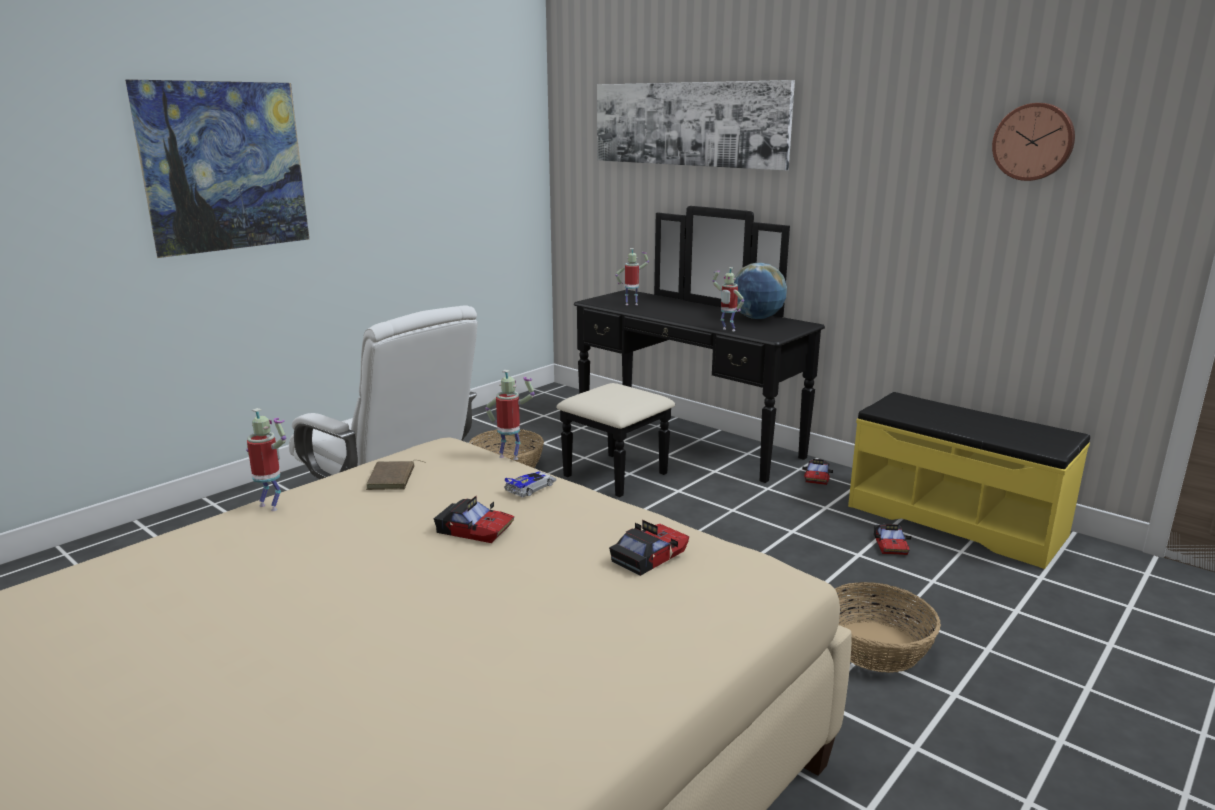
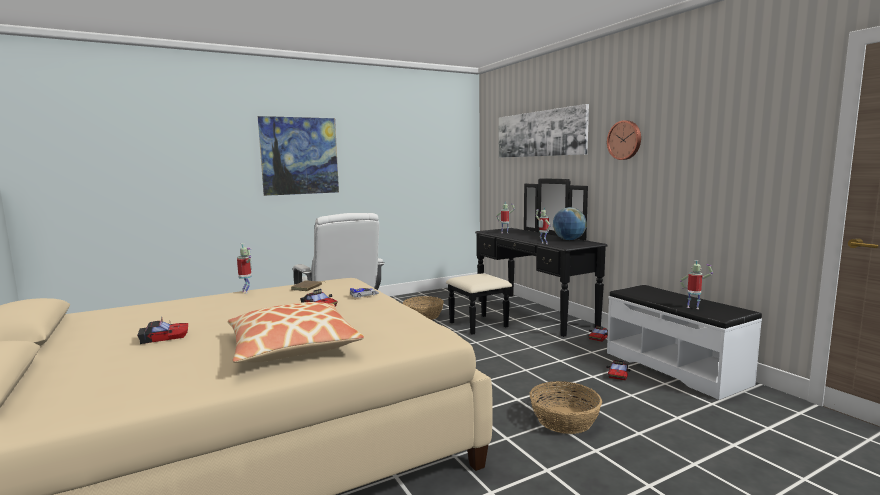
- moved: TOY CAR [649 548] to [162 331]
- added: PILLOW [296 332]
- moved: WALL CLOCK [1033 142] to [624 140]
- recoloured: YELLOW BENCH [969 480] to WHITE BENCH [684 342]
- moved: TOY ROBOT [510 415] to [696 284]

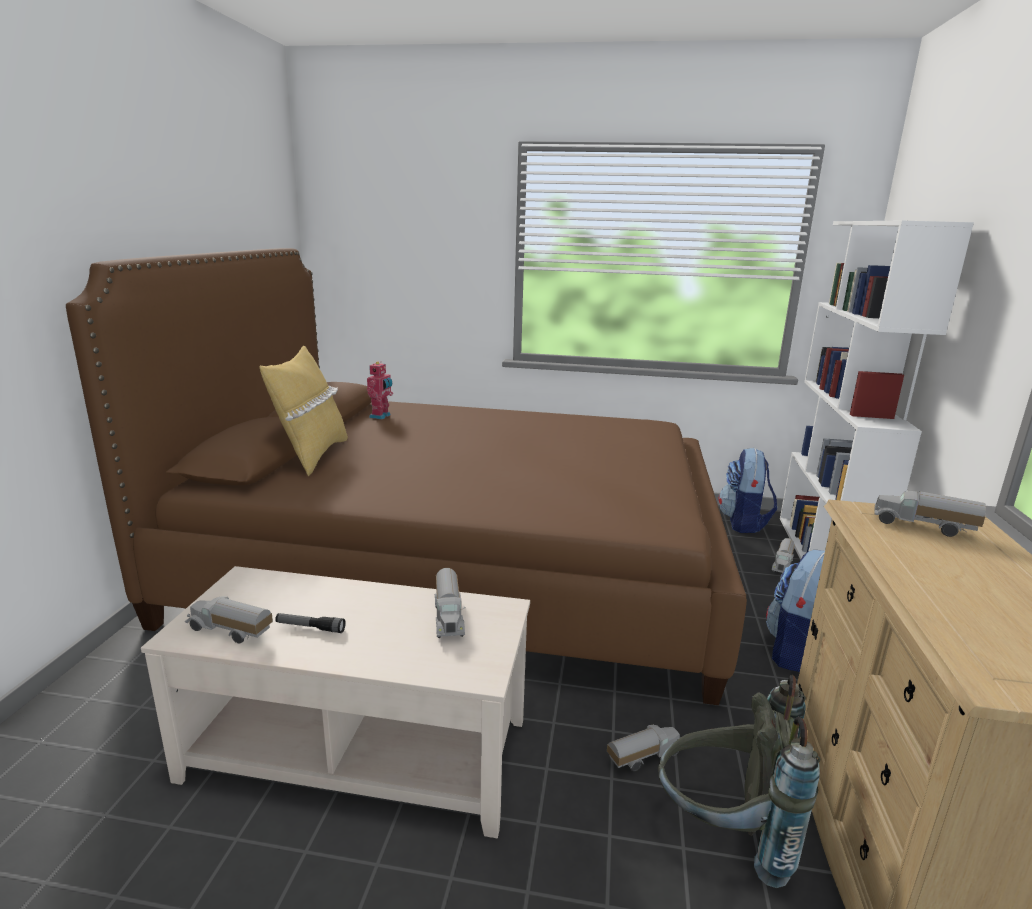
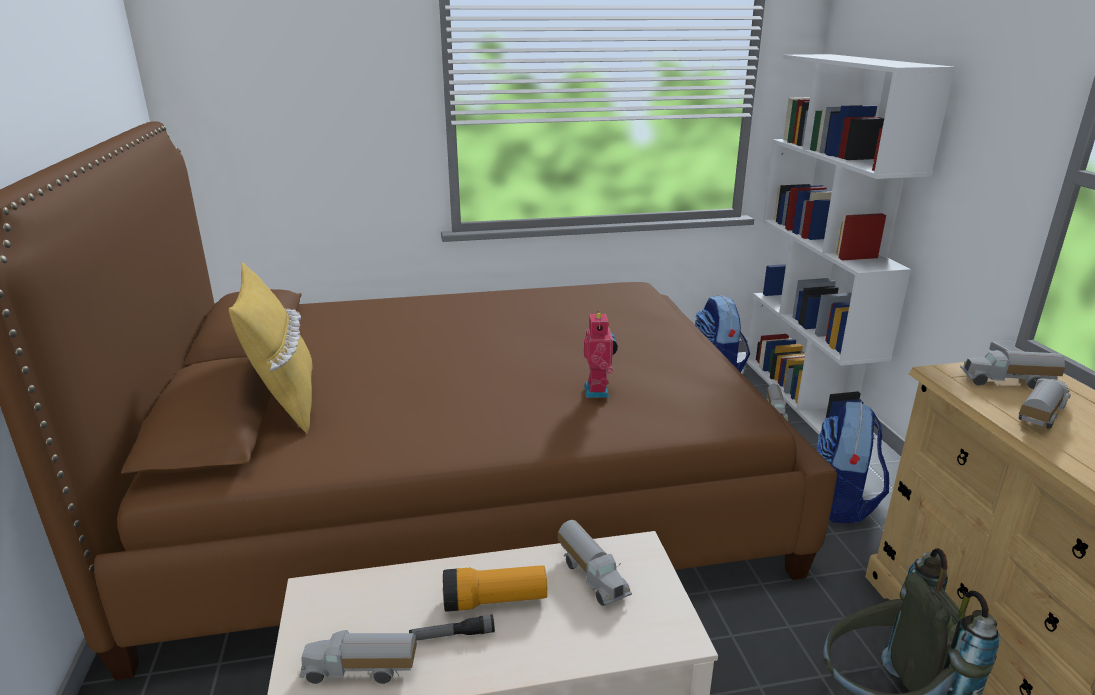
- added: FLASHLIGHT [495 588]
- moved: TOY ROBOT [380 390] to [601 354]
- moved: TOY TRUCK [643 747] to [1045 403]

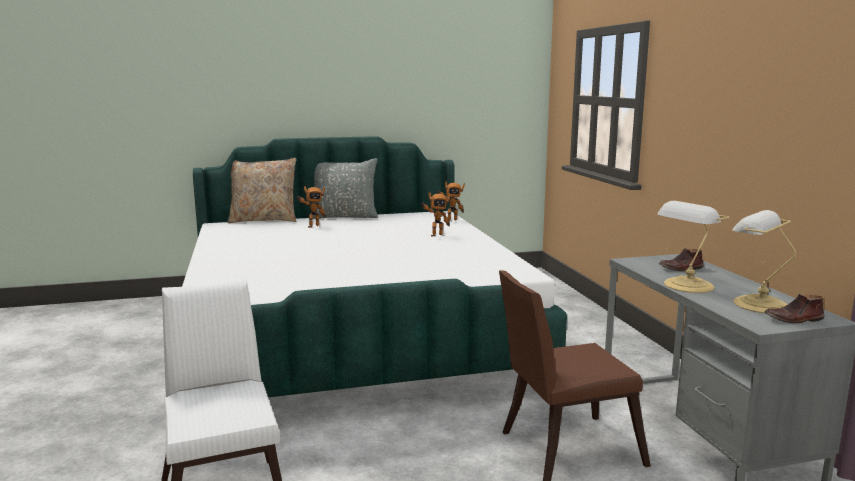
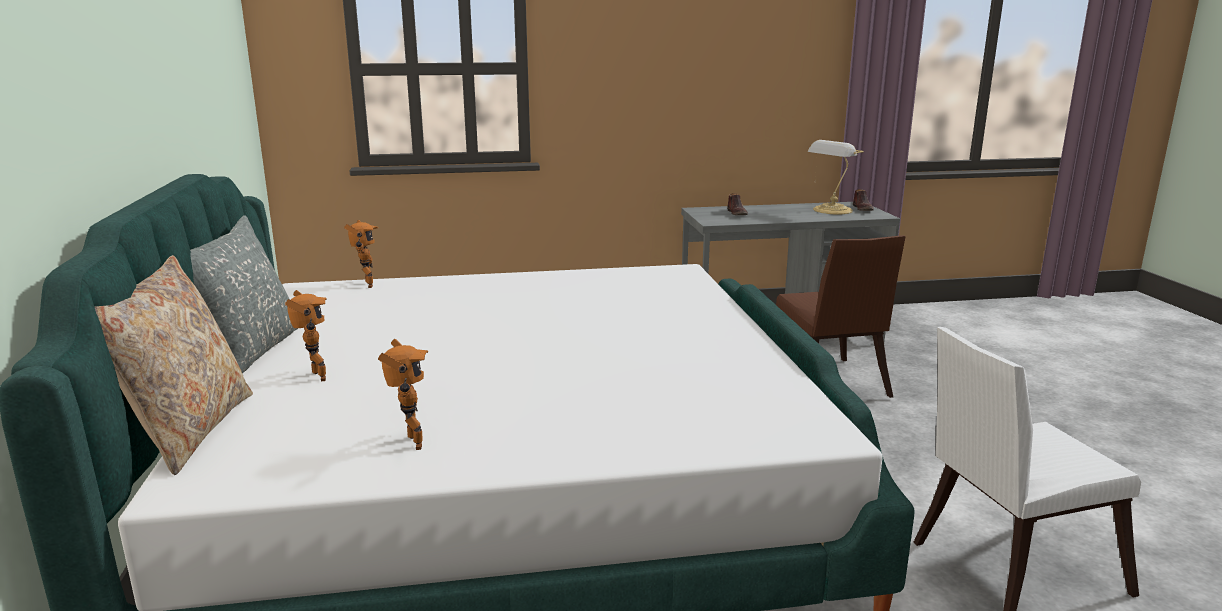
- moved: TOY ROBOT [435 214] to [403 394]
- removed: TABLE LAMP [693 247]

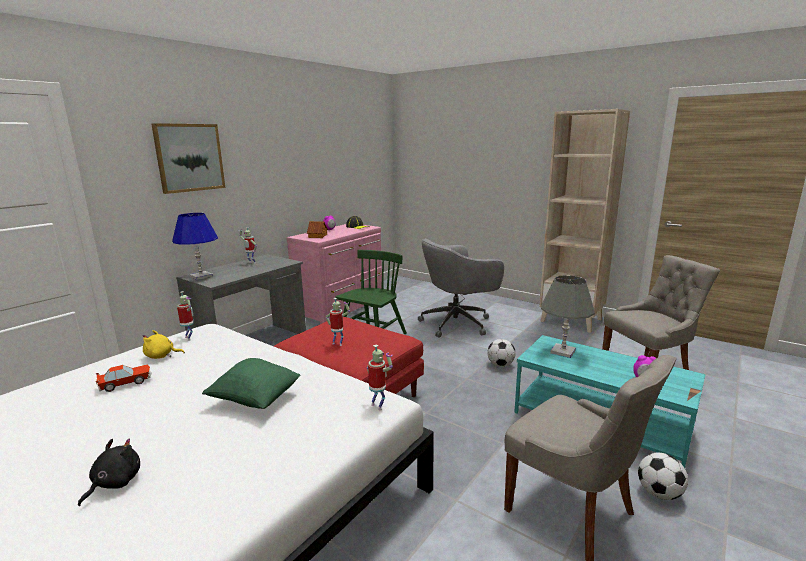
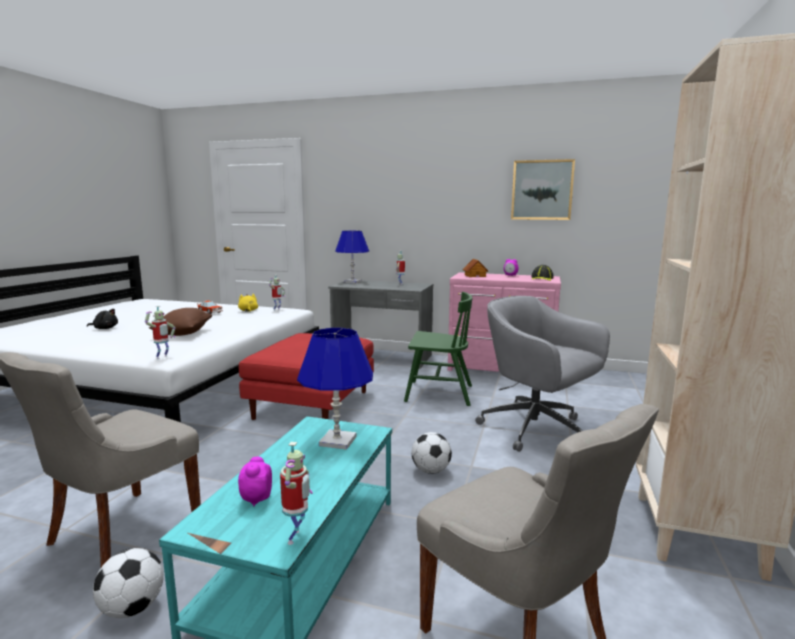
- recoloured: GREEN PILLOW [251 383] to BROWN PILLOW [180 322]
- moved: TOY ROBOT [338 322] to [296 493]
- recoloured: GREY TABLE LAMP [568 316] to BLUE TABLE LAMP [335 389]
- moved: PICTURE [188 158] to [543 189]

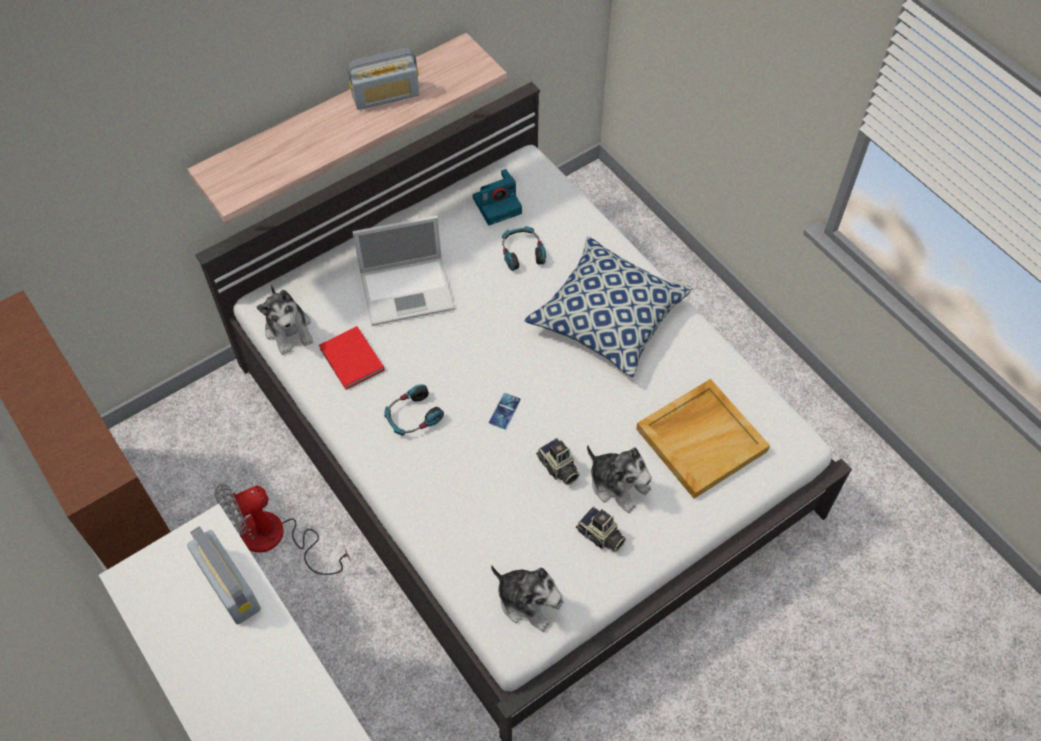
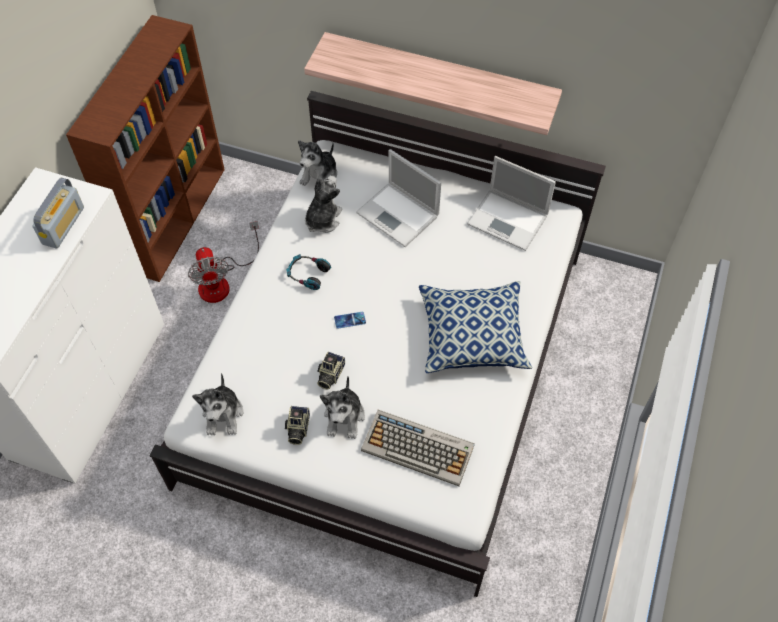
- turned: FAN [282 529] = [223 262] 135 degrees counterclockwise
- replaced: RED BOOK [352 358] to PLUSH TOY [323 204]
- replaced: BEIGE TRAY [703 439] to KEYBOARD [418 448]
- replaced: PHOTO CAMERA [497 197] to LAPTOP [511 203]
- removed: RADIO [384 79]
- removed: HEADPHONES [524 248]

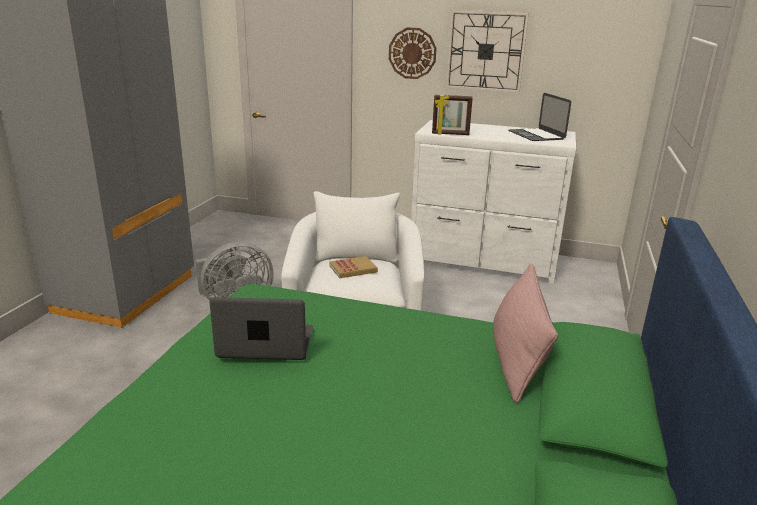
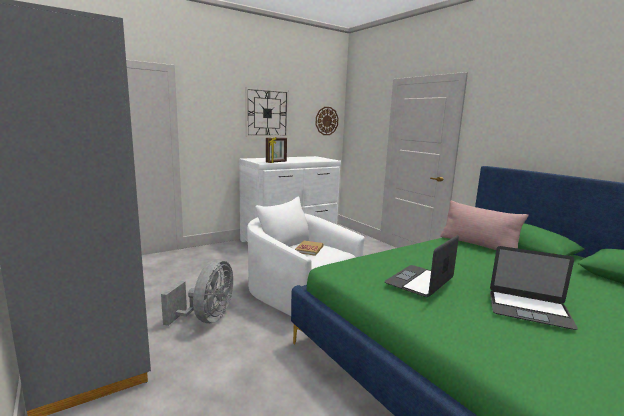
- moved: WALL CLOCK [413 53] to [327 121]
- moved: LAPTOP [539 117] to [534 288]

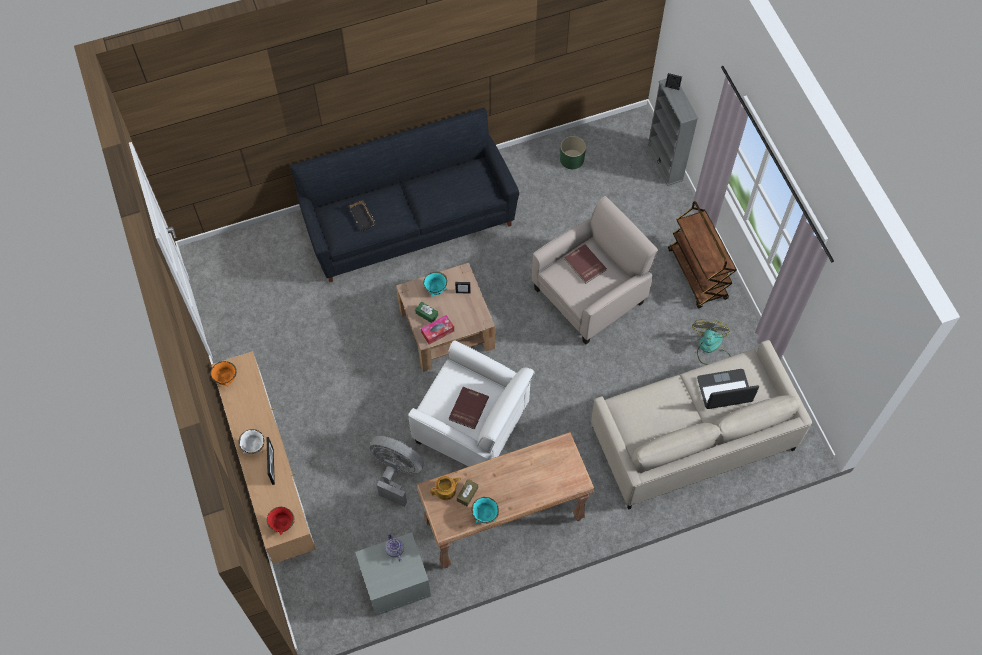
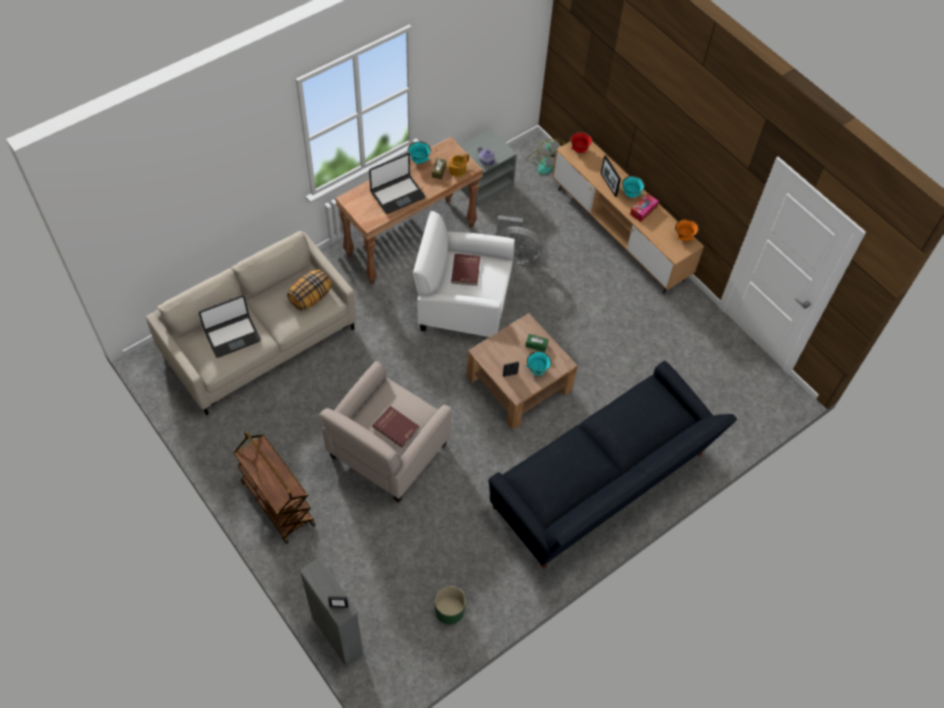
- added: PILLOW [309 290]
- added: LAPTOP [397 183]
- moved: FAN [711 342] to [546 157]
- recoloured: WHITE BOWL [251 441] to TURQUOISE BOWL [633 187]
- moved: TISSUE BOX [437 329] to [644 208]
- removed: BLACK TRAY [362 215]

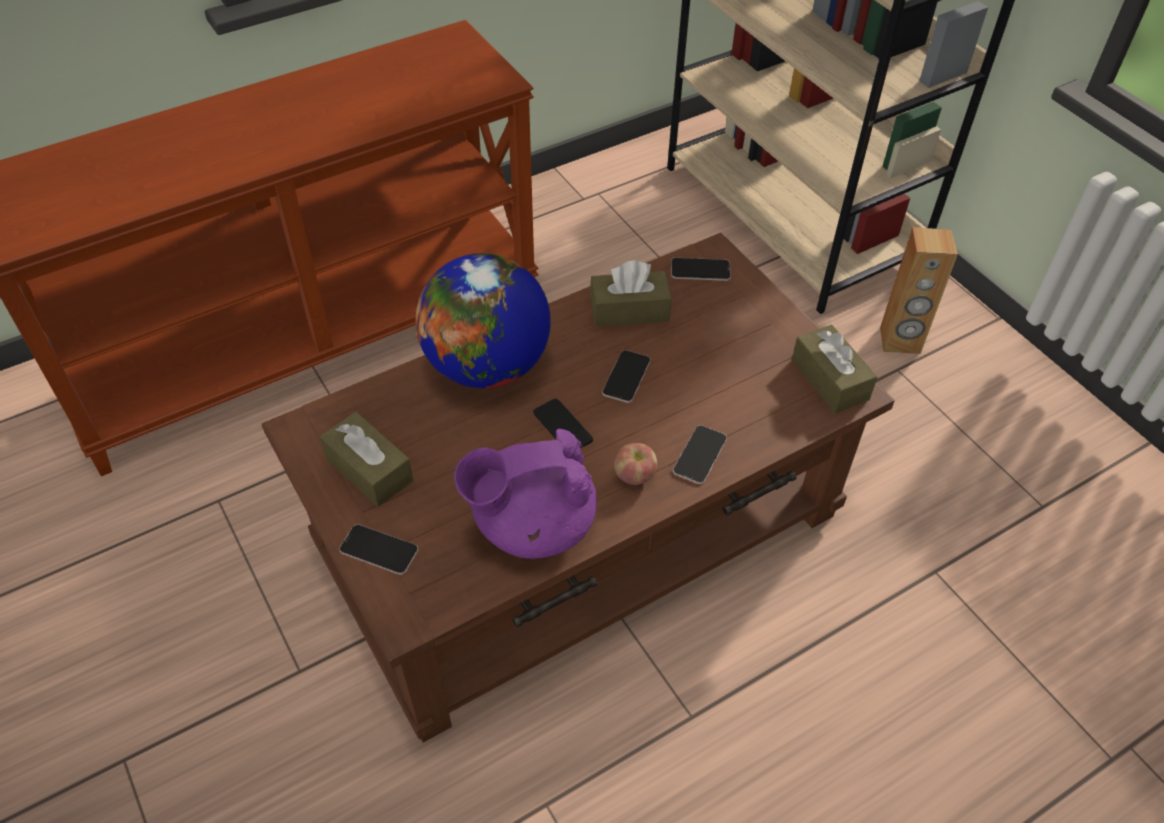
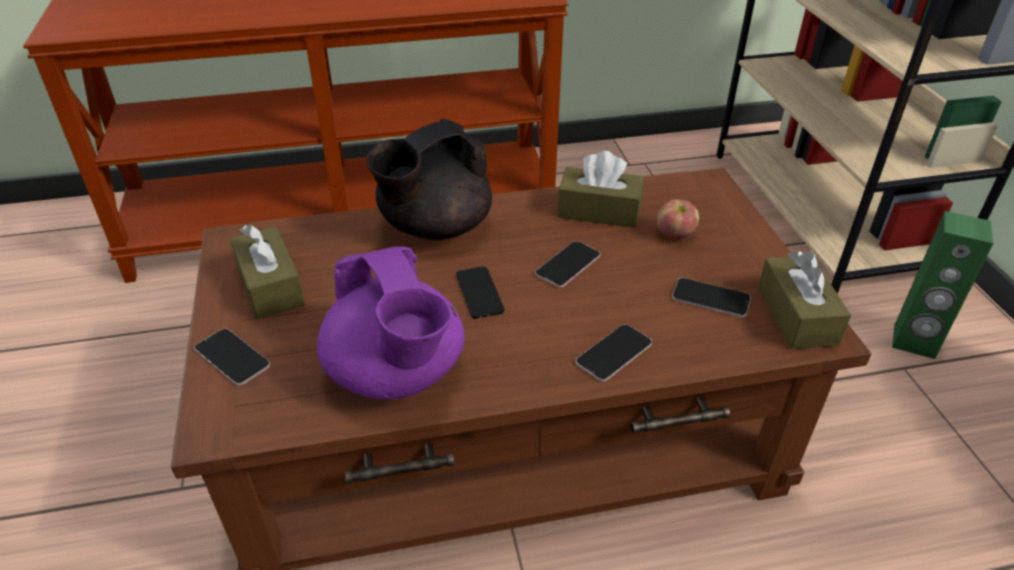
- turned: PURPLE TEAPOT [525 494] = [391 322] 120 degrees counterclockwise
- replaced: GLOBE [483 320] to BLACK TEAPOT [429 179]
- moved: APPLE [635 464] to [678 219]
- moved: PHONE [701 269] to [711 297]
- recoloured: BROWN SPEAKER [919 290] to GREEN SPEAKER [943 285]

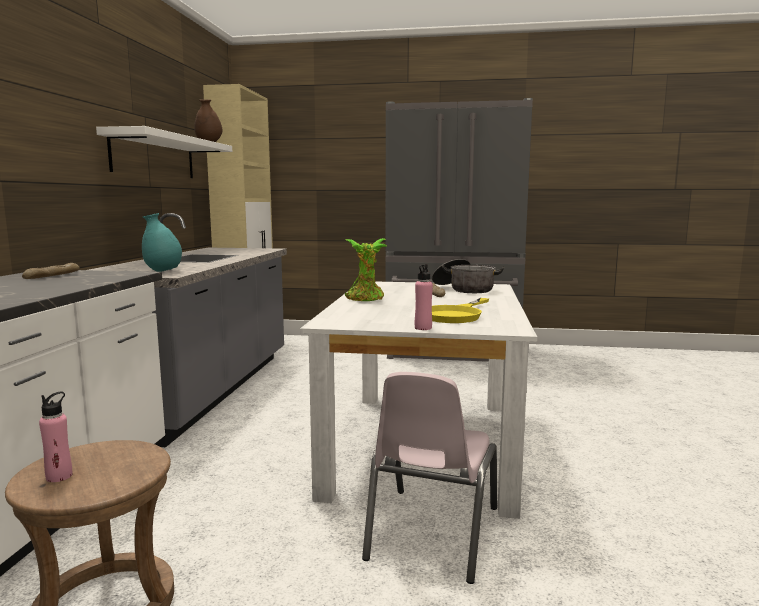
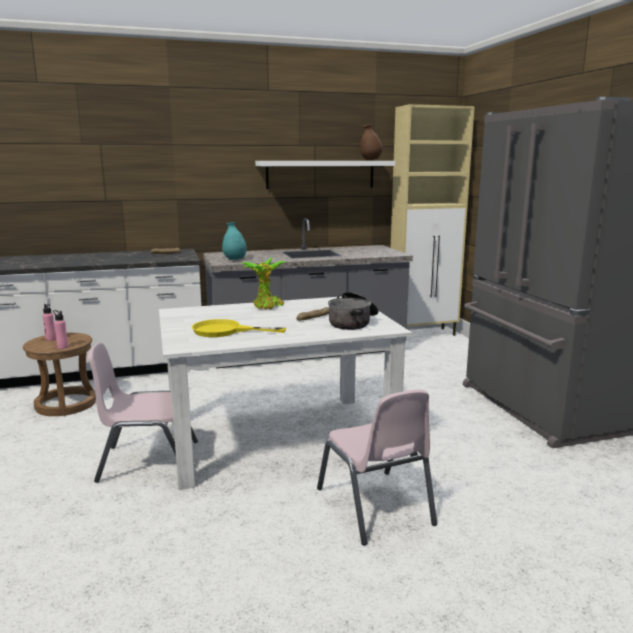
- moved: PINK BOTTLE [424 297] to [60 329]
- added: PINK CHAIR [377 467]

